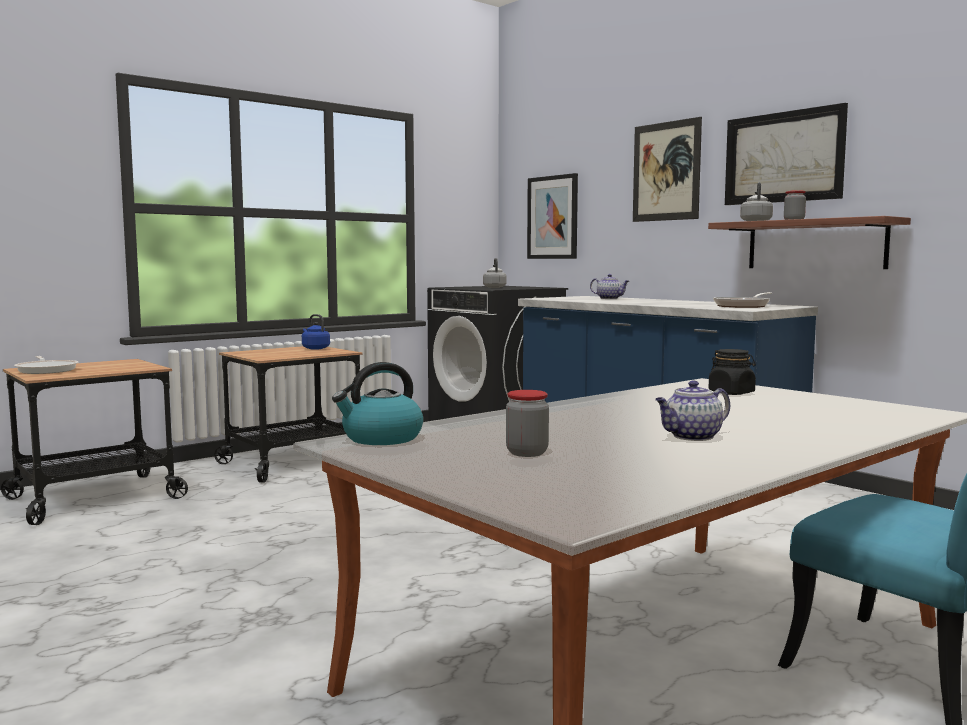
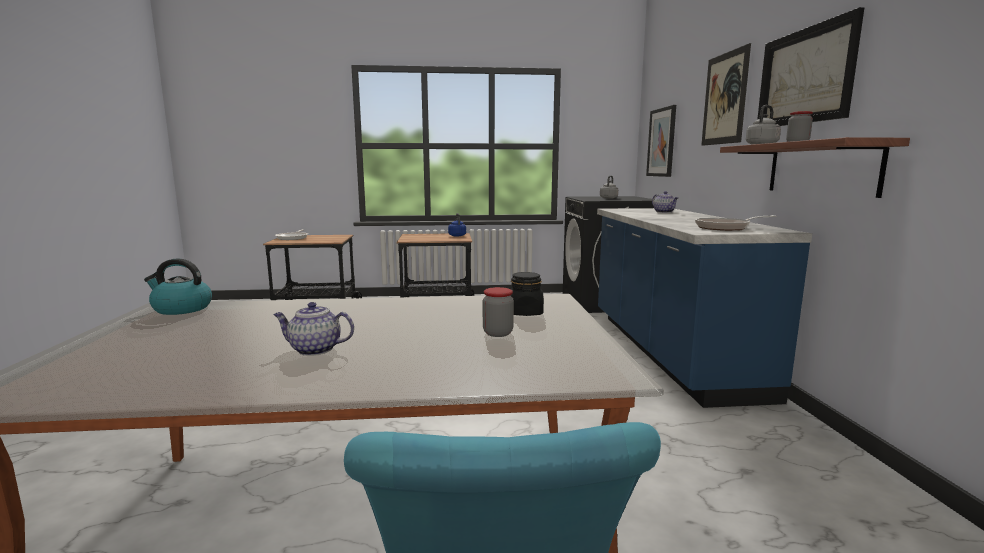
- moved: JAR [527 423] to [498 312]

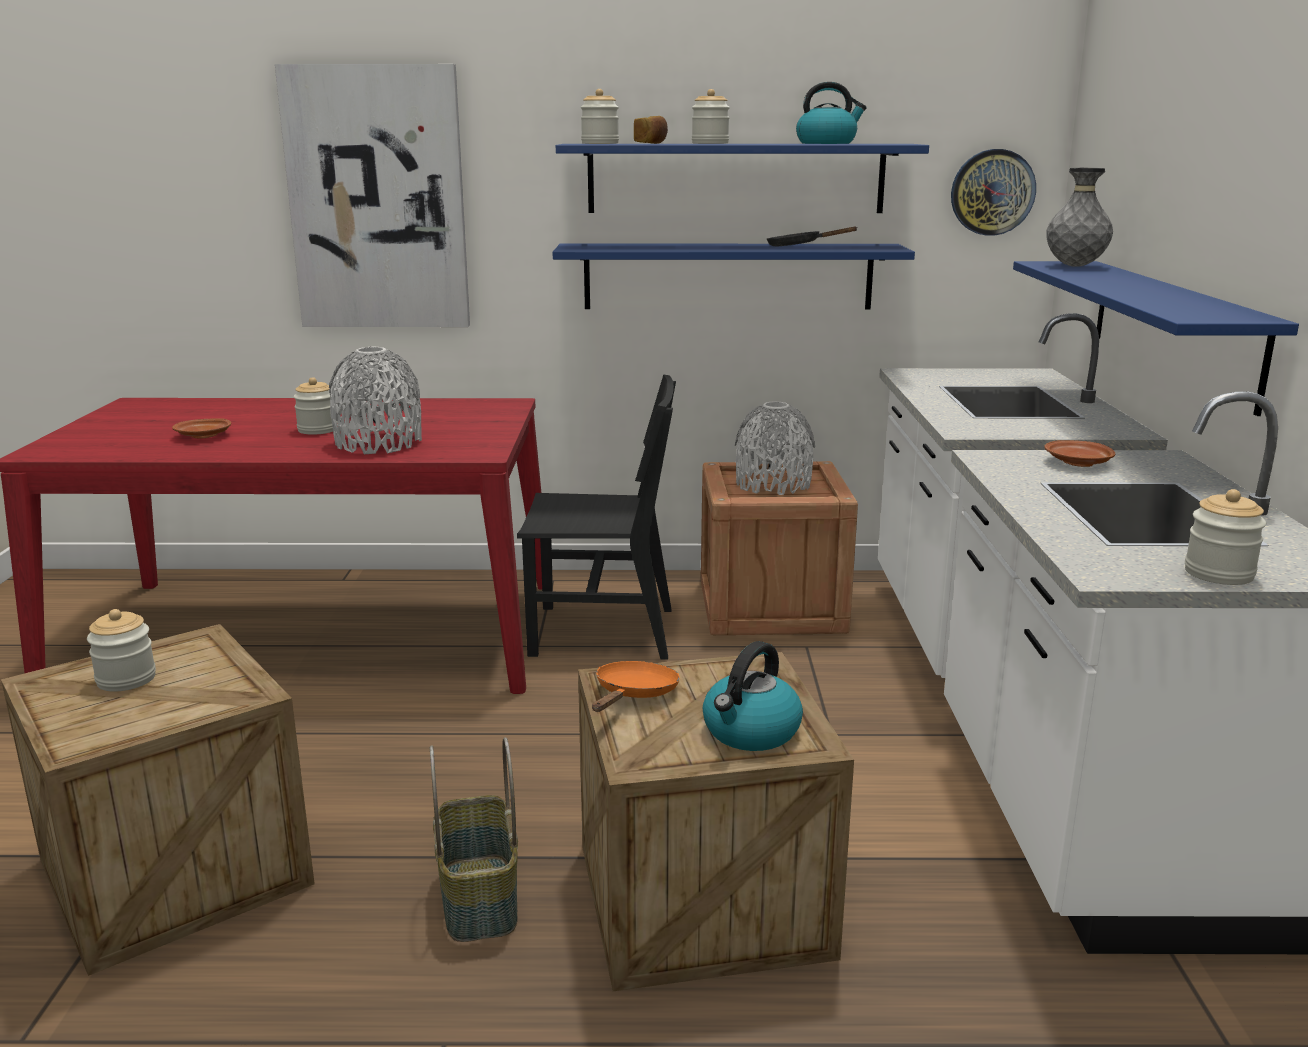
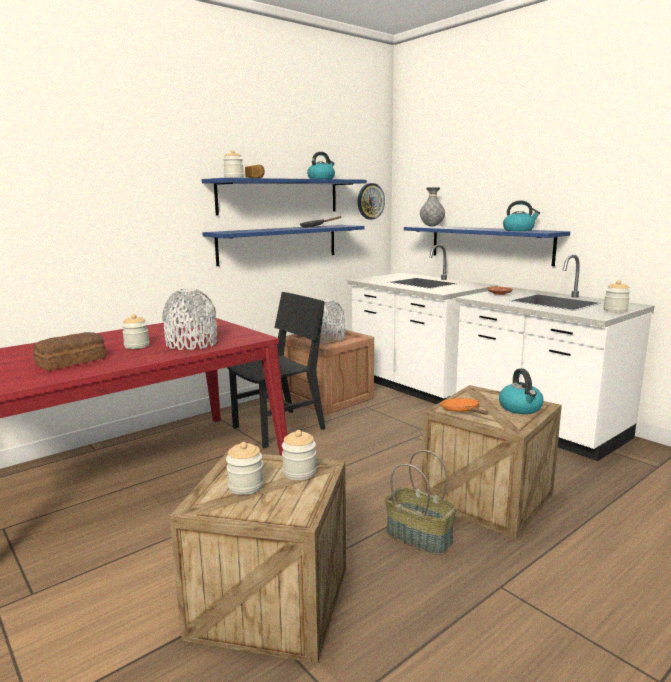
- replaced: BROWN PLATE [202 429] to BREAD [70 351]
- moved: JAR [711 116] to [299 455]
- added: KETTLE [521 216]
- removed: PICTURE [372 195]

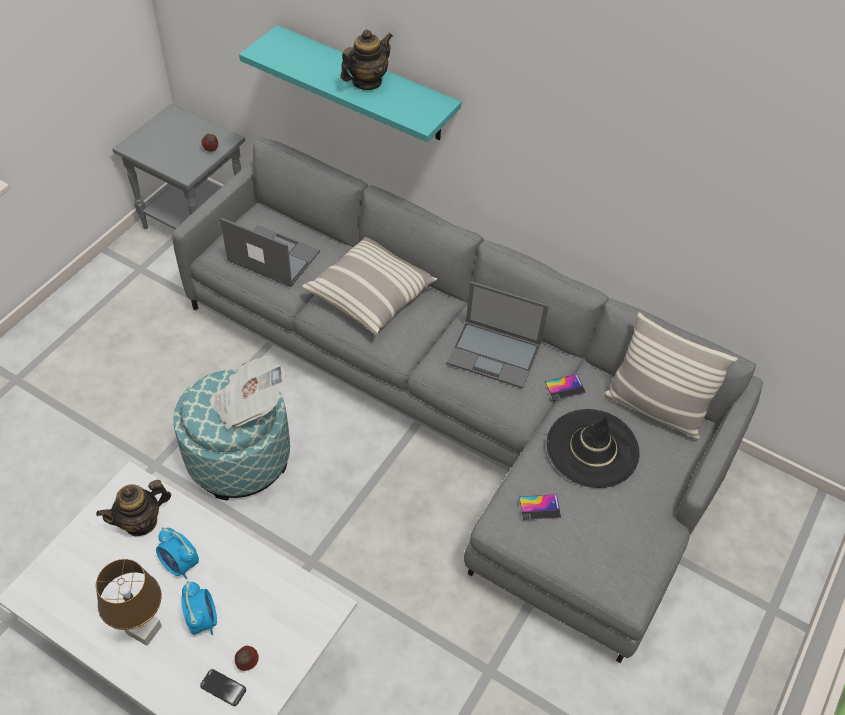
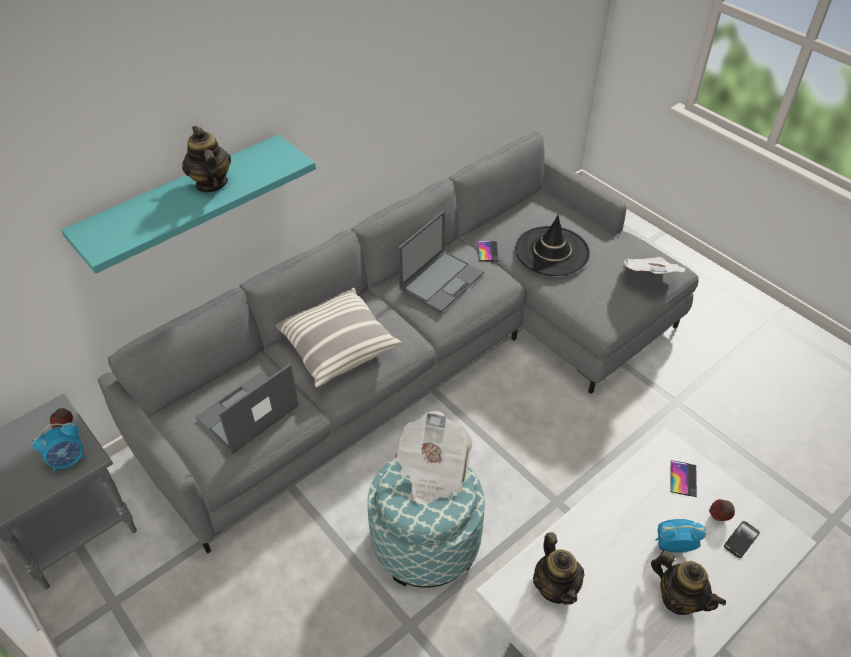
- moved: ALARM CLOCK [177 553] to [59 447]
- added: NEWSPAPER [655 265]
- replaced: BROWN TABLE LAMP [129 602] to TEAPOT [688 582]
- moved: PHONE [540 507] to [683 478]
- removed: PILLOW [670 376]

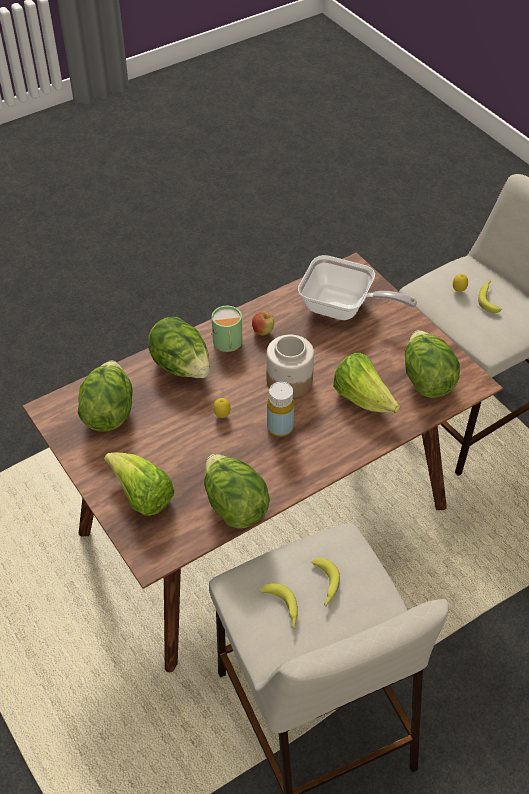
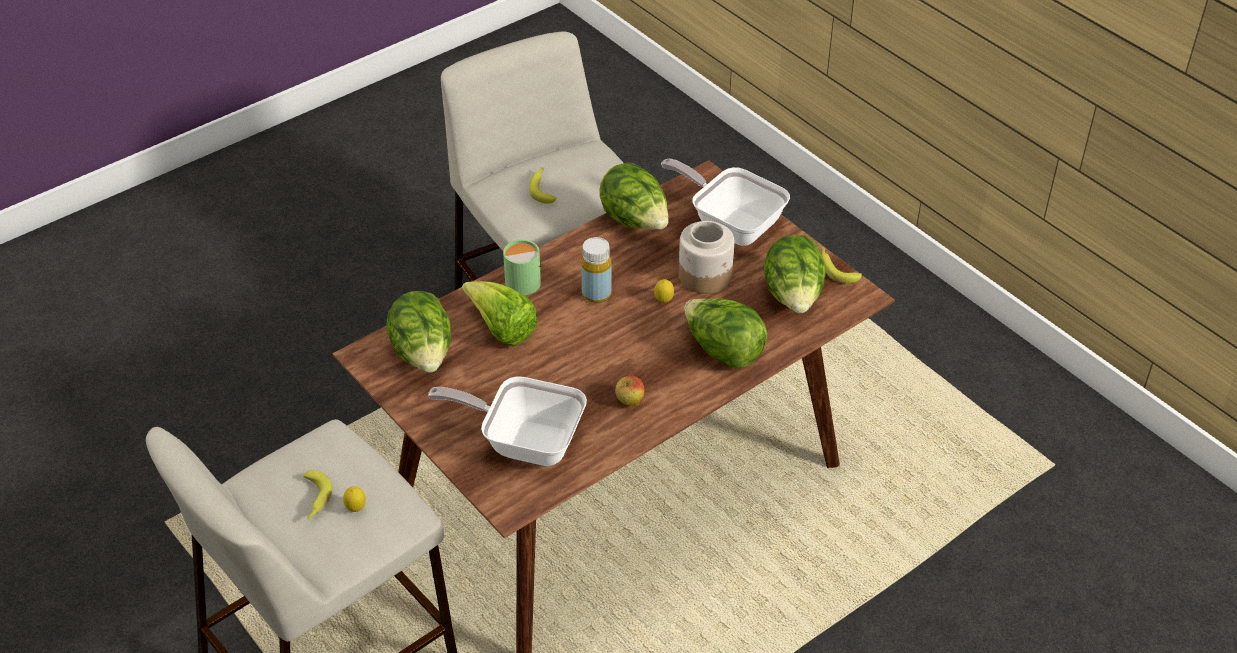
- moved: GREEN MUG [226 329] to [522 267]
- replaced: LETTUCE [139 484] to FRYING PAN [725 202]
- moved: JAR [290 366] to [706 257]
- moved: BANANA [279 606] to [841 265]

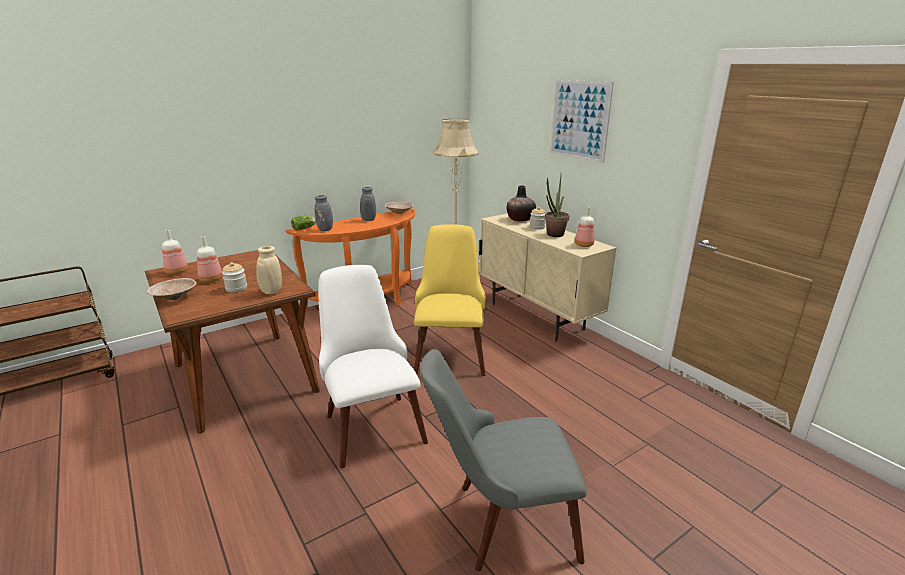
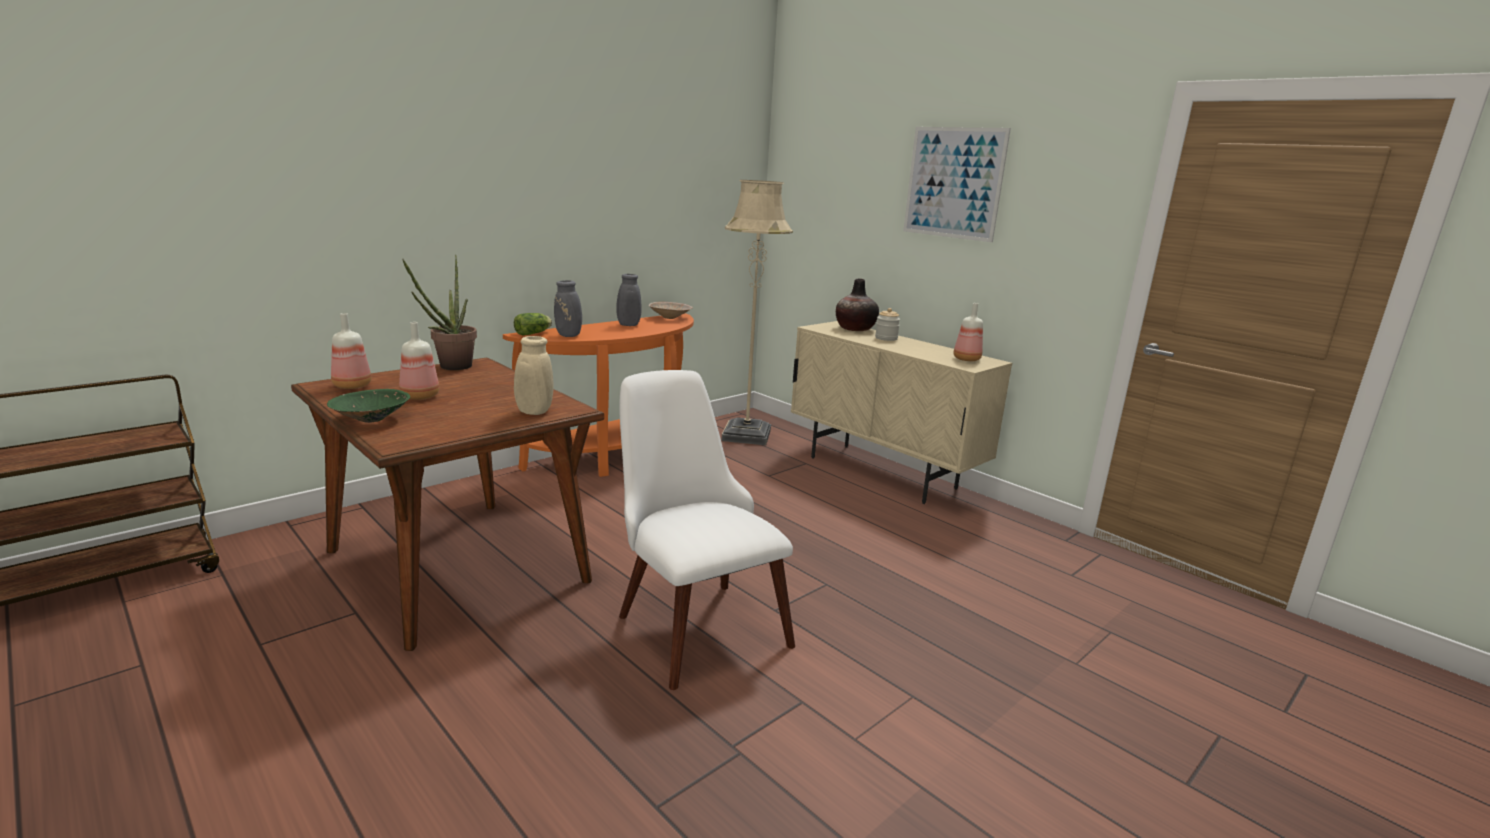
- recoloured: BEIGE BOWL [171 289] to GREEN BOWL [368 406]
- moved: POTTED PLANT [557 206] to [440 312]
- removed: JAR [234 277]
- removed: YELLOW CHAIR [450 300]
- removed: GREY CHAIR [503 460]

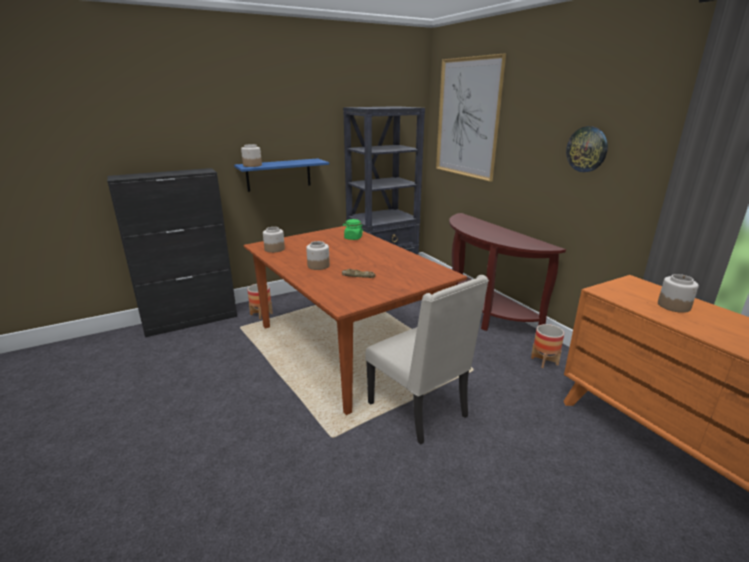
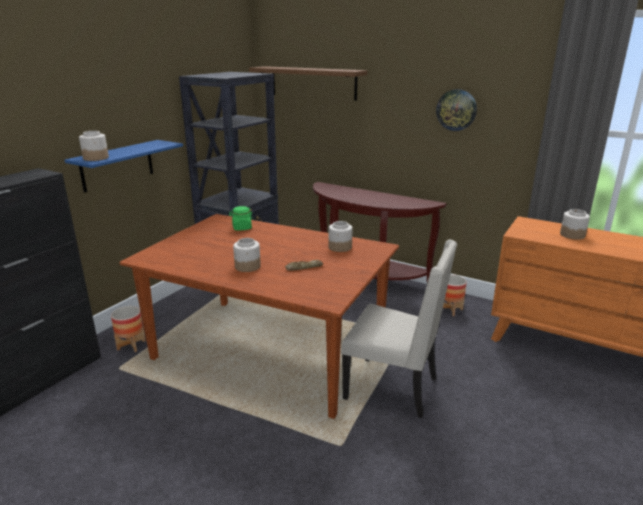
- replaced: PICTURE [471 118] to BROWN SHELF [308 83]
- moved: JAR [274 240] to [340 236]

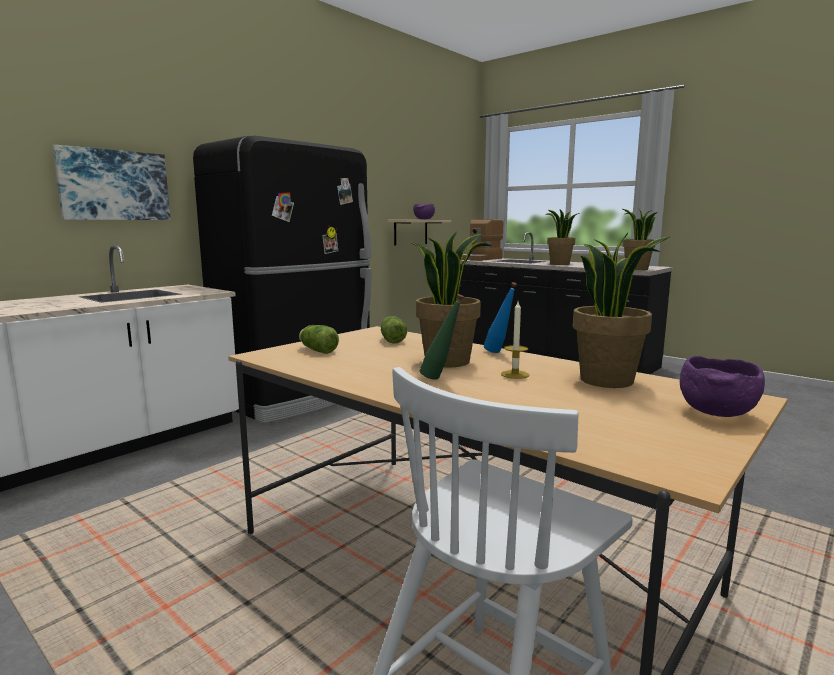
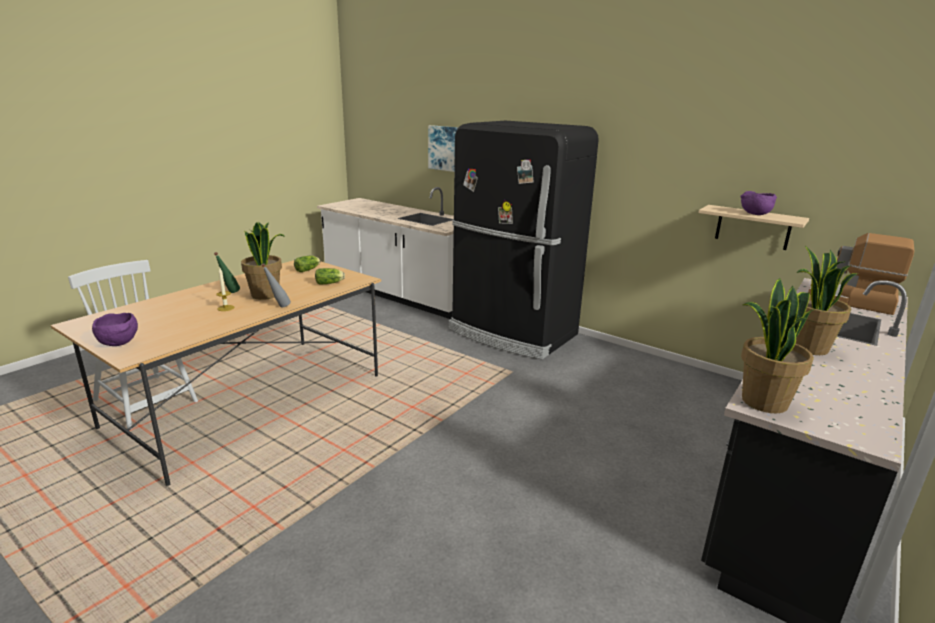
- recoloured: BLUE BOTTLE [500 317] to GREY BOTTLE [276 285]
- removed: POTTED PLANT [621 310]

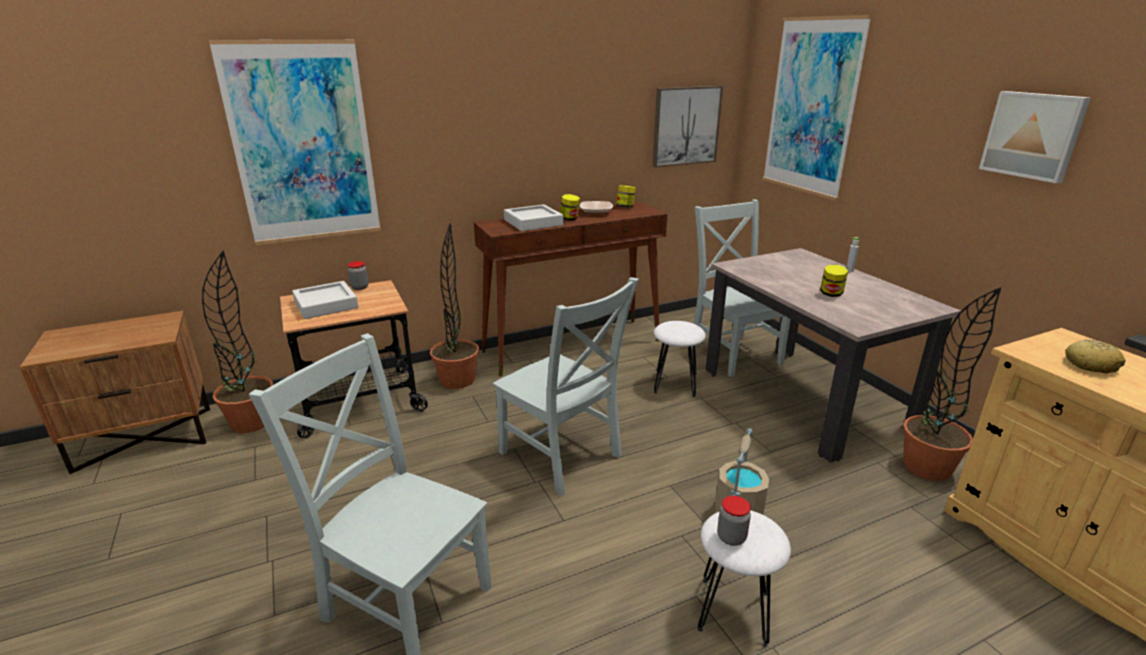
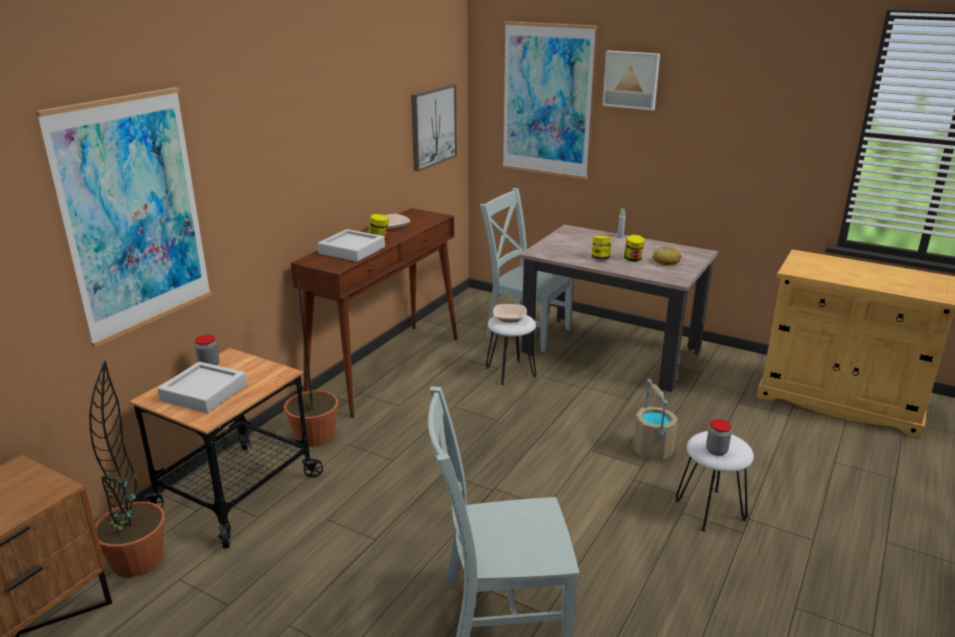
- added: BOWL [510 313]
- moved: JAR [626 196] to [601 247]
- moved: PICTURE [1035 137] to [631 80]
- moved: BREAD [1095 356] to [667 256]
- removed: GREY CHAIR [566 386]
- removed: POTTED PLANT [952 384]

